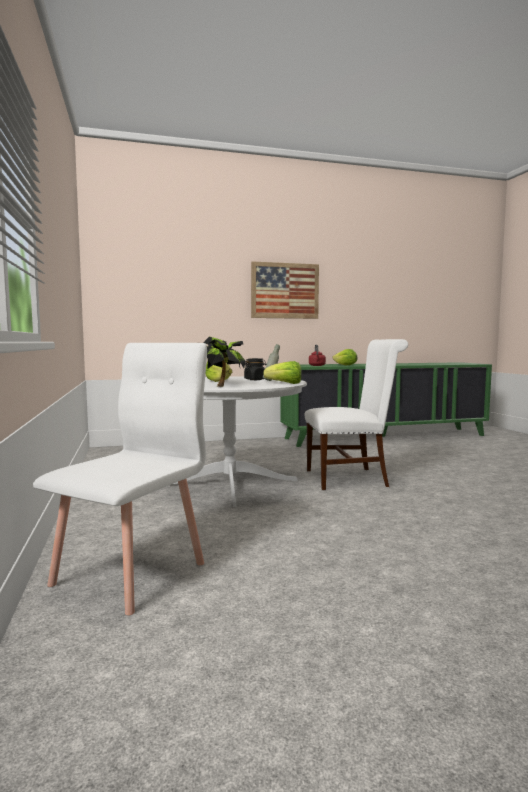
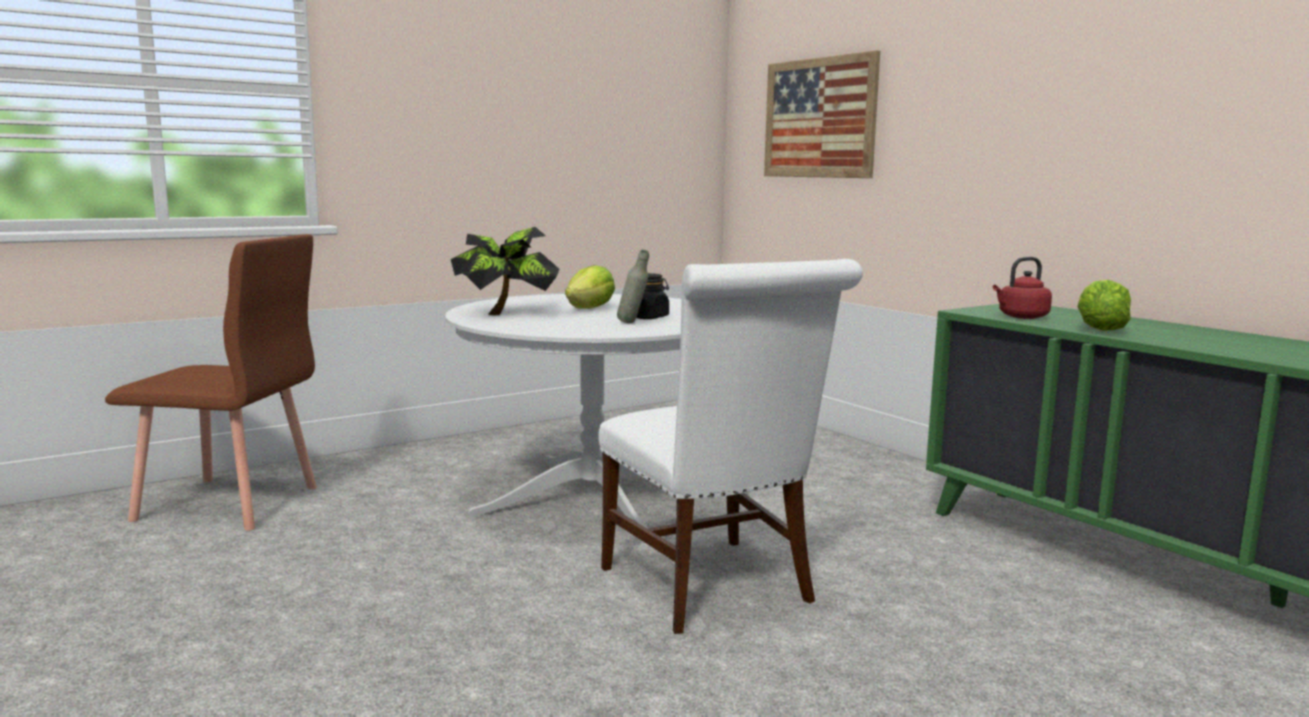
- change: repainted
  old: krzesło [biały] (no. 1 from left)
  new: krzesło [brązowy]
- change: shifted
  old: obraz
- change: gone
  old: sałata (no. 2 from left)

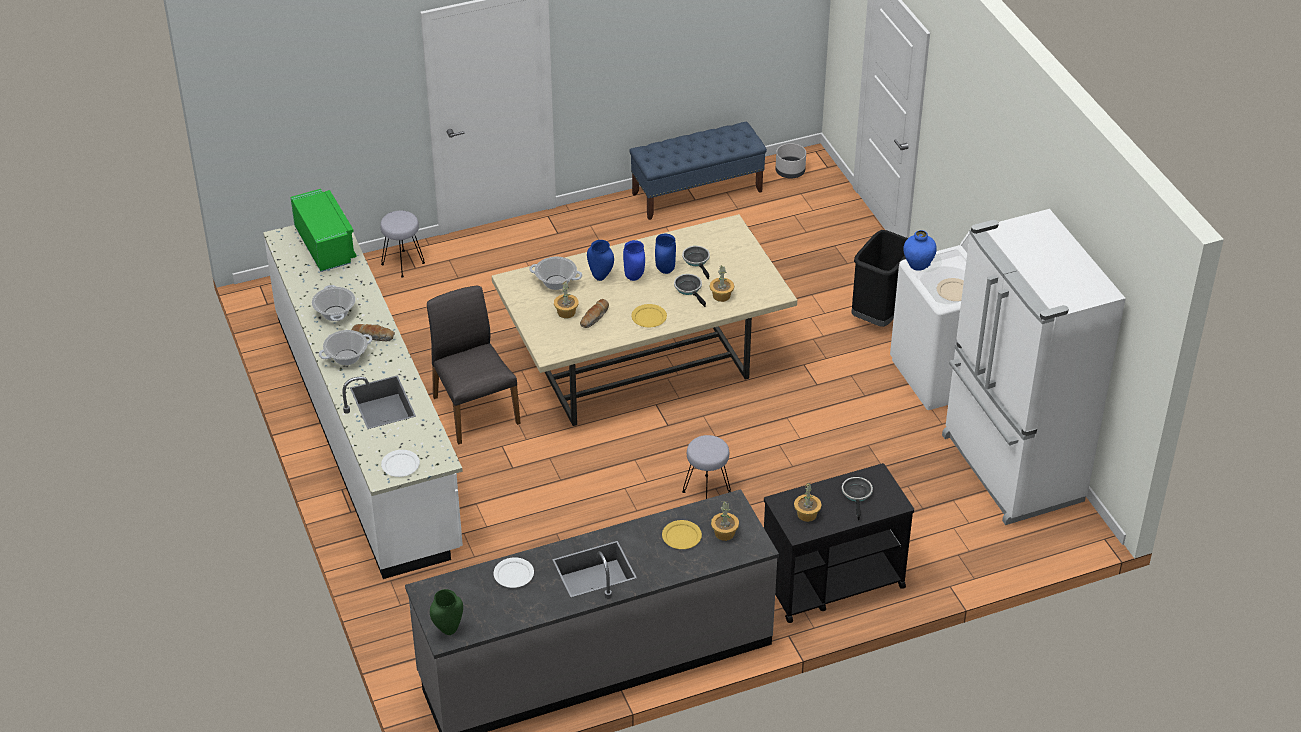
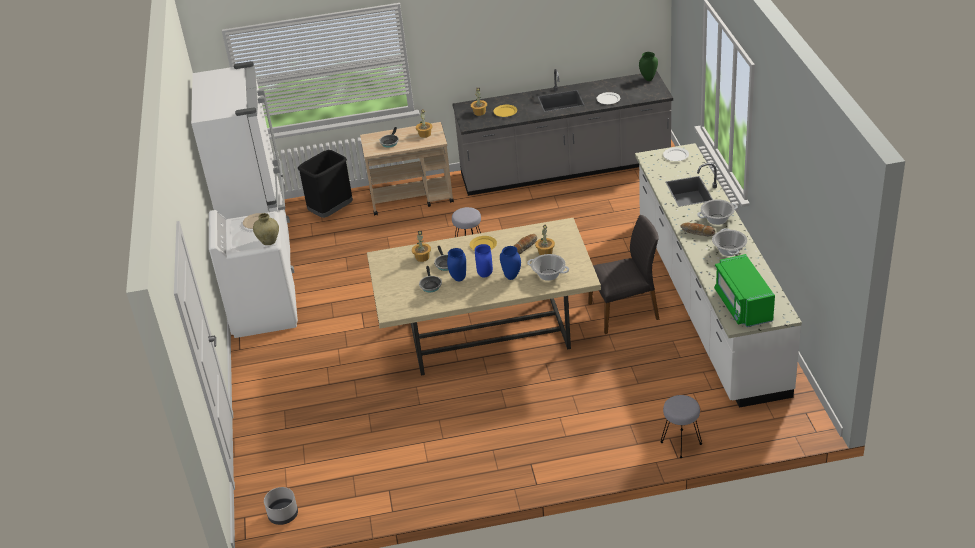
- change: rotated
  old: krzesło [szary]
  degrees: -90
- change: gone
  old: ławka [niebieski]
- change: repainted
  old: wózek [czarny]
  new: wózek [beżowy]
- change: shifted
  old: kosz na śmieci [czarny]
- change: repainted
  old: wazon [niebieski] (no. 4 from left)
  new: wazon [beżowy]

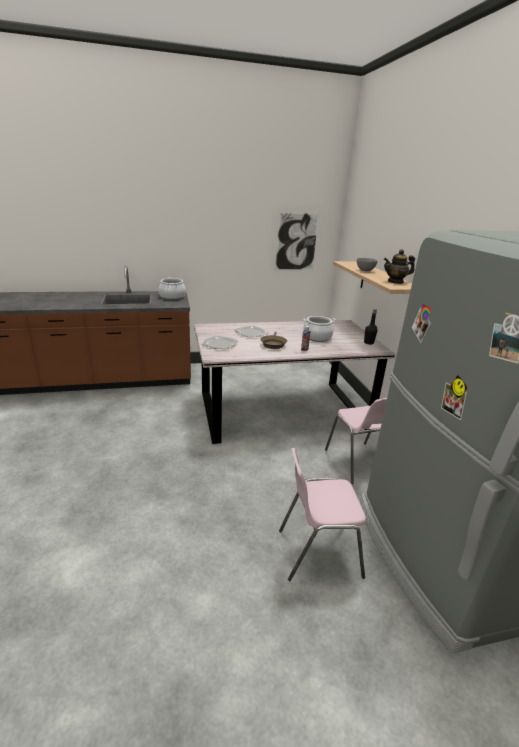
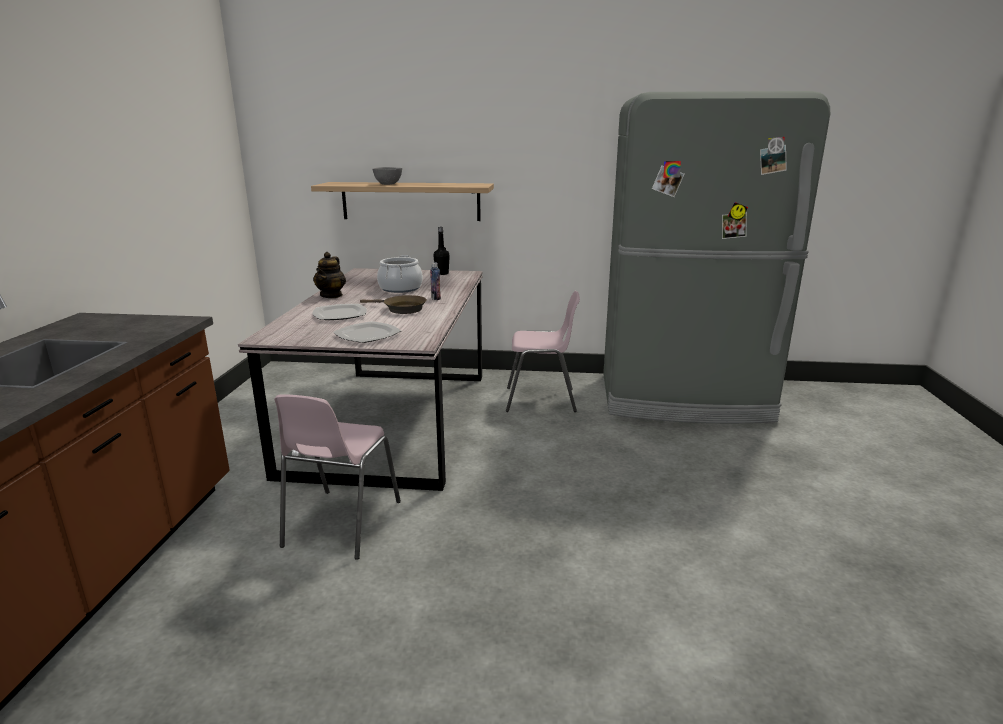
- change: gone
  old: garnek (no. 1 from left)
- change: gone
  old: obraz
- change: shifted
  old: krzesło [różowy] (no. 1 from left)
- change: shifted
  old: imbryk

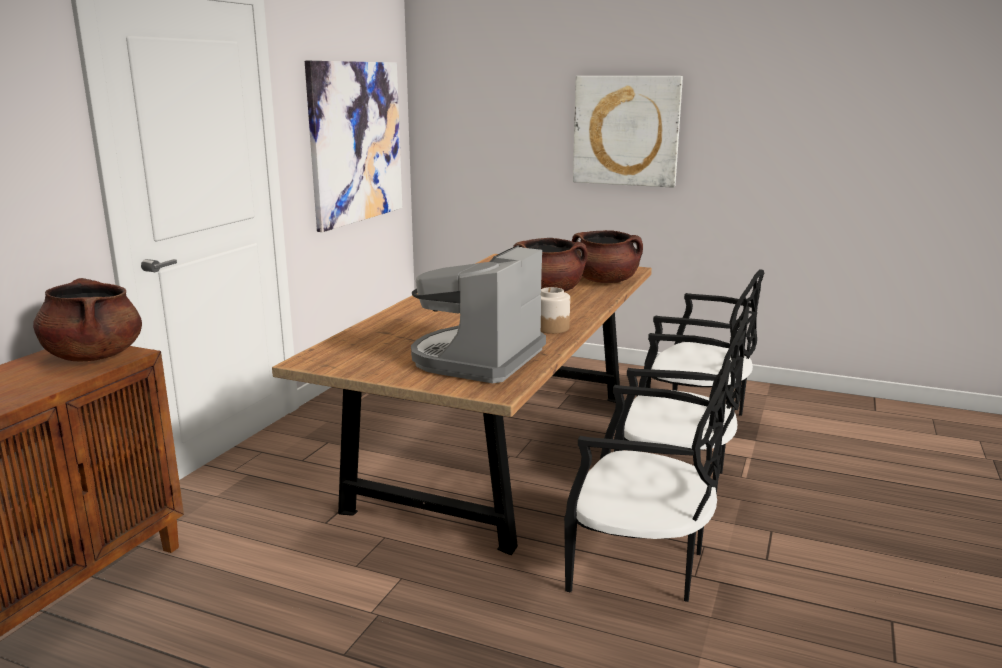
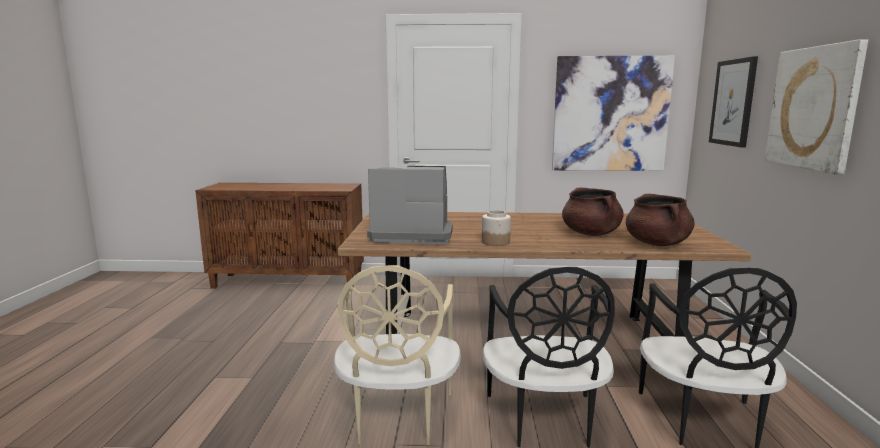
- change: gone
  old: garnek [brązowy] (no. 1 from left)
- change: repainted
  old: krzesło [czarny] (no. 1 from left)
  new: krzesło [beżowy]
- change: new
  new: obraz (no. 2 from left)

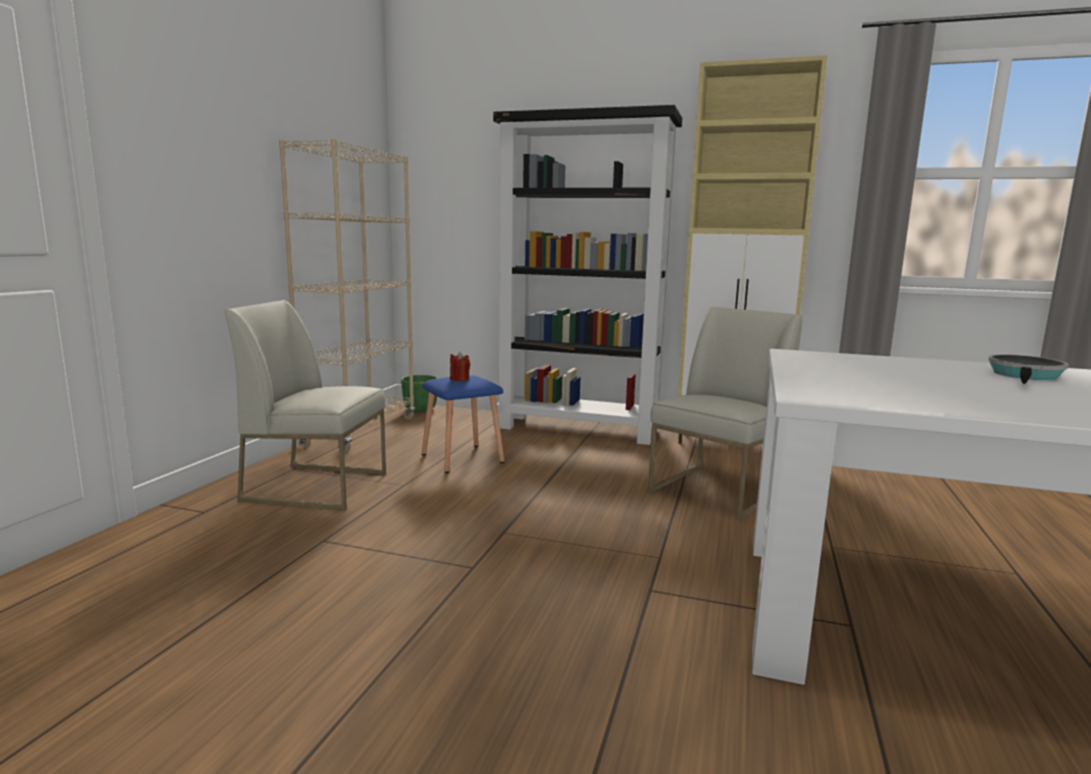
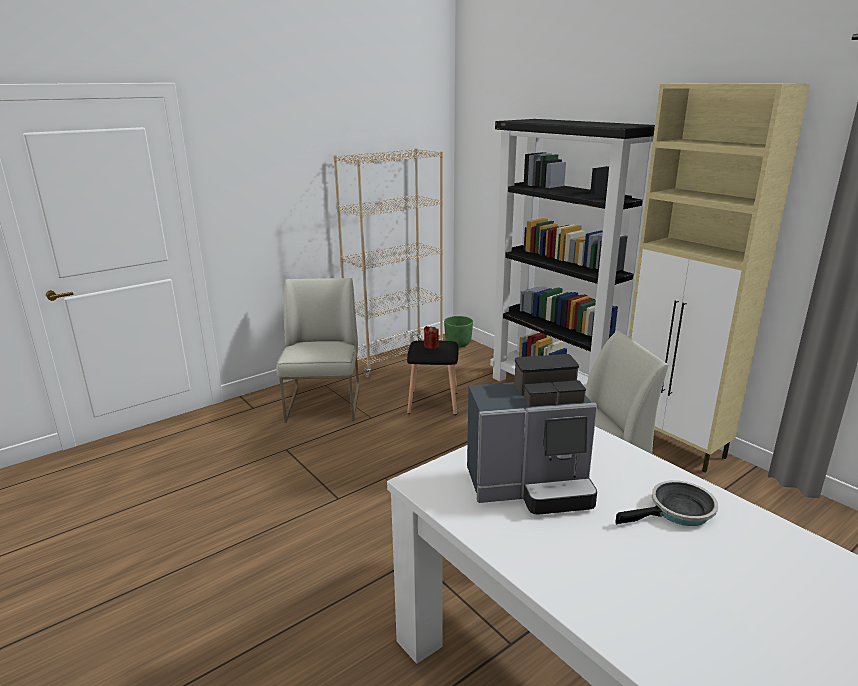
- change: rotated
  old: krzesło [biały] (no. 1 from left)
  degrees: 45
- change: repainted
  old: stołek [niebieski]
  new: stołek [czarny]
- change: new
  new: ekspres do kawy

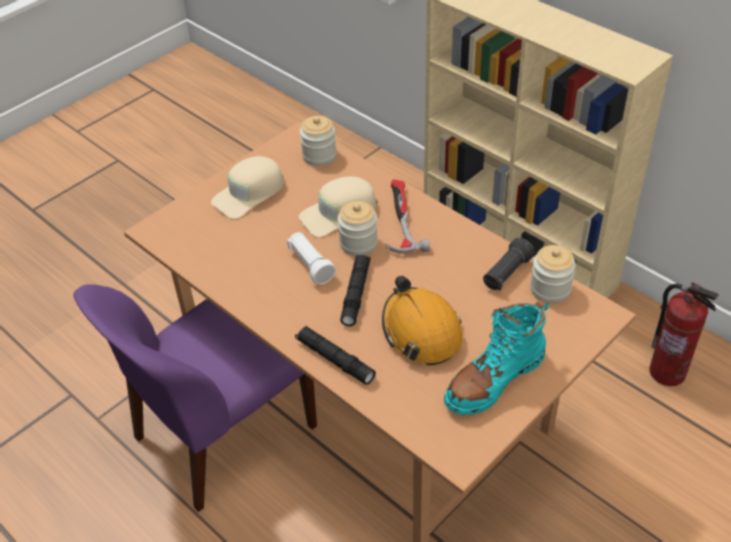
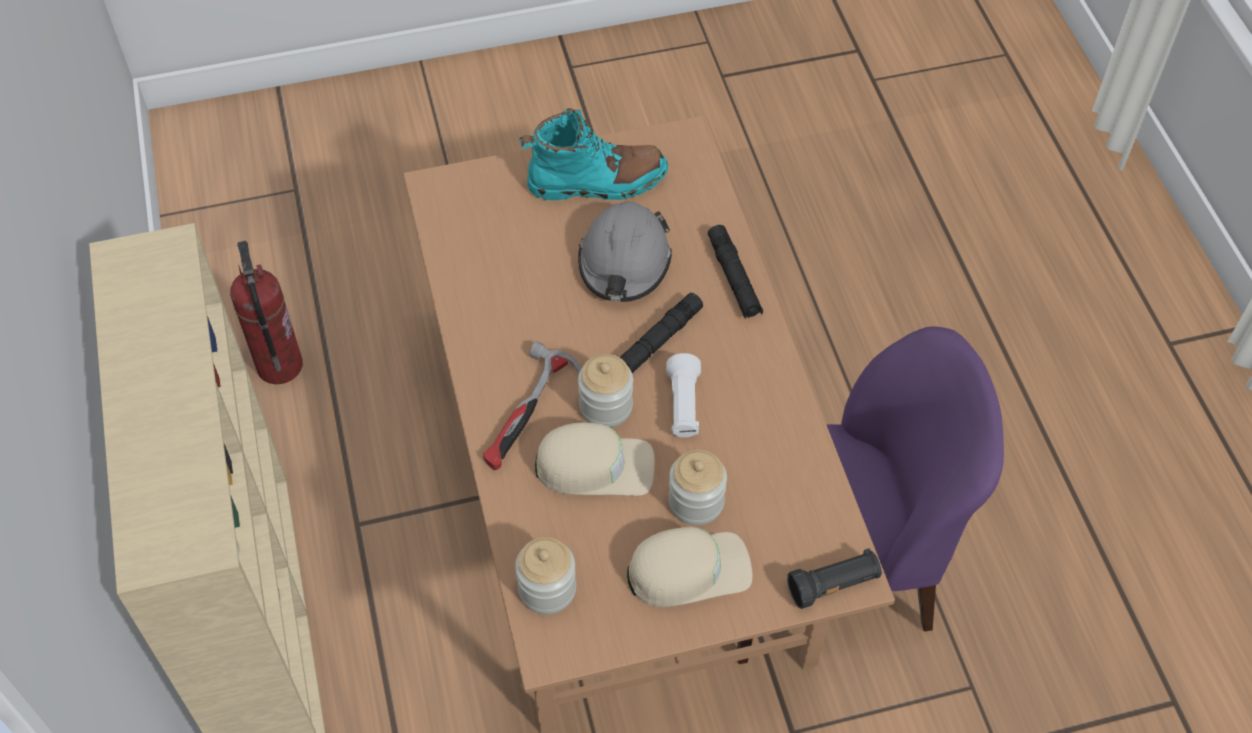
- change: repainted
  old: kask [pomarańczowy]
  new: kask [szary]
- change: shifted
  old: latarka [czarny] (no. 3 from left)
- change: shifted
  old: słoik (no. 3 from left)

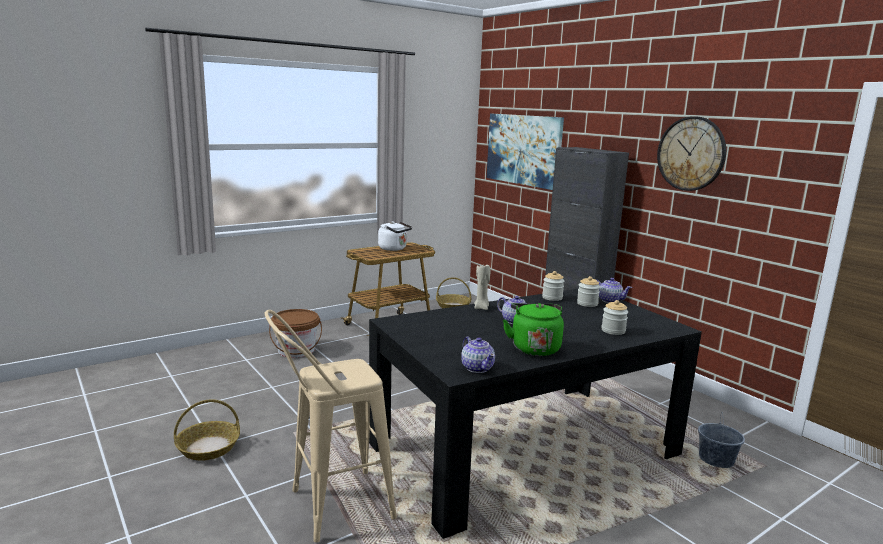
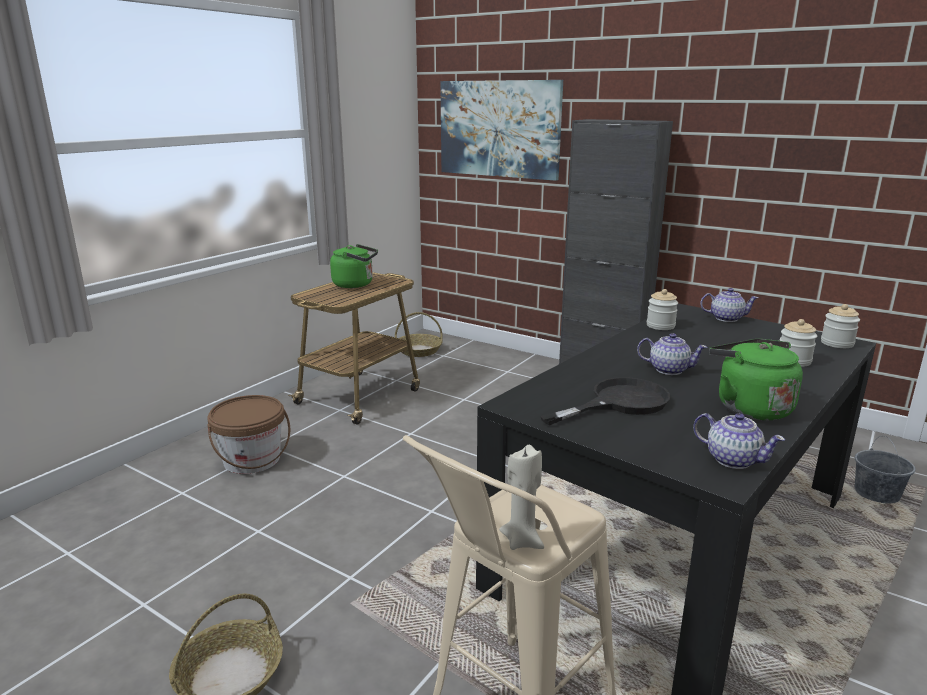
- change: repainted
  old: czajnik [biały]
  new: czajnik [zielony] (no. 1 from left)
- change: shifted
  old: świeca [beżowy]
- change: shifted
  old: słoik (no. 2 from left in the first image)
  new: słoik (no. 3 from left)
- change: gone
  old: zegar ścienny
- change: new
  new: patelnia [czarny]

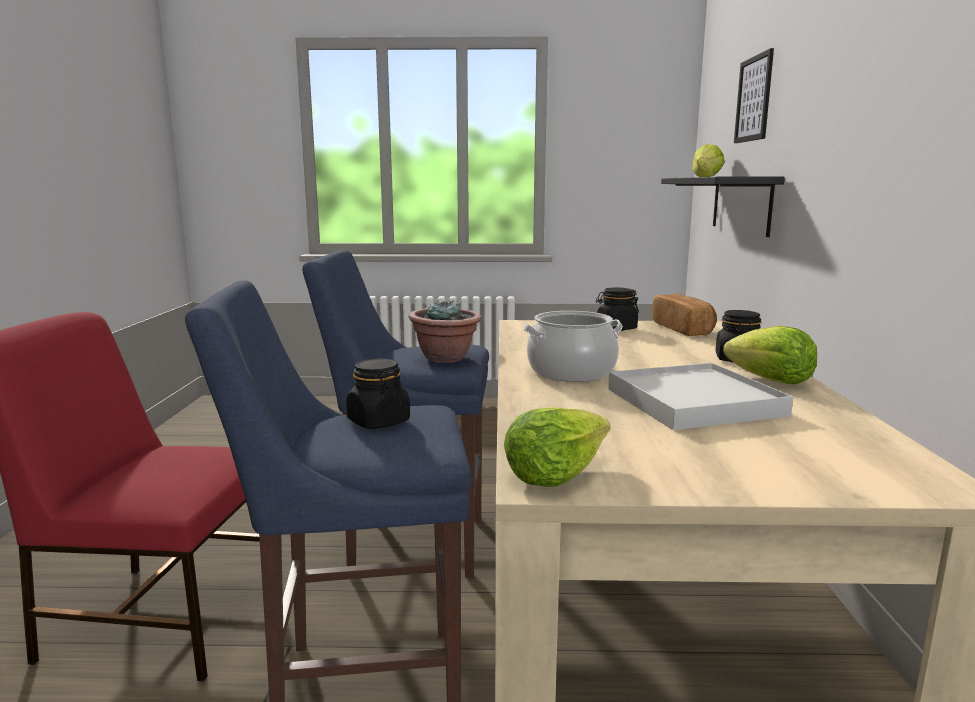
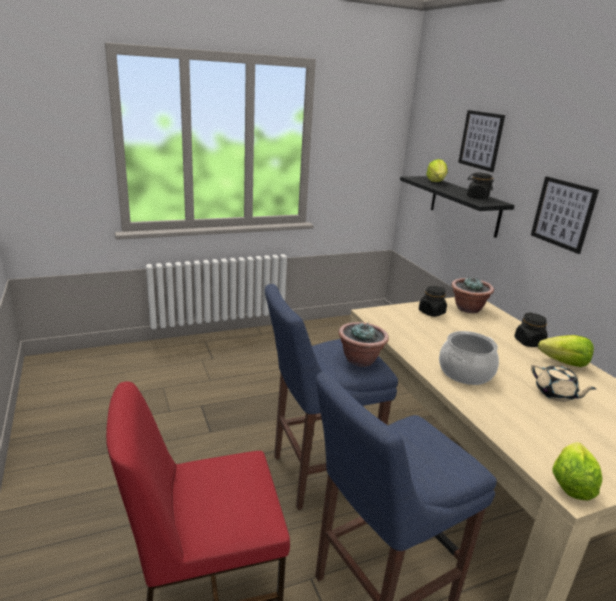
- change: shifted
  old: słoik [czarny] (no. 1 from left in the first image)
  new: słoik [czarny] (no. 2 from left)
- change: swapped
  old: taca [biały]
  new: imbryk [beżowy]
- change: swapped
  old: chleb
  new: roślina doniczkowa (no. 2 from left)
- change: new
  new: obraz (no. 2 from left)

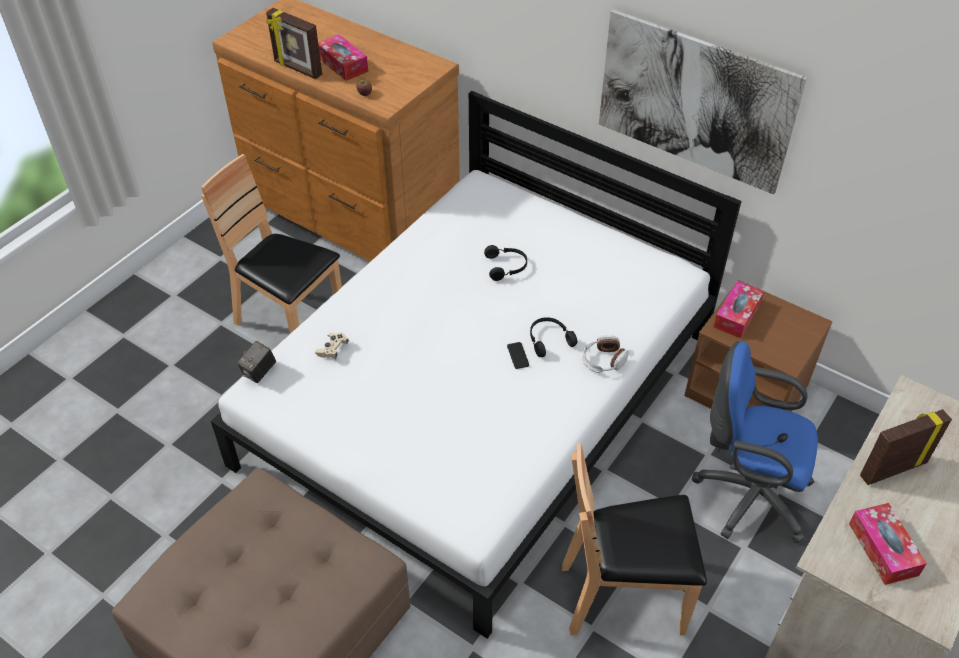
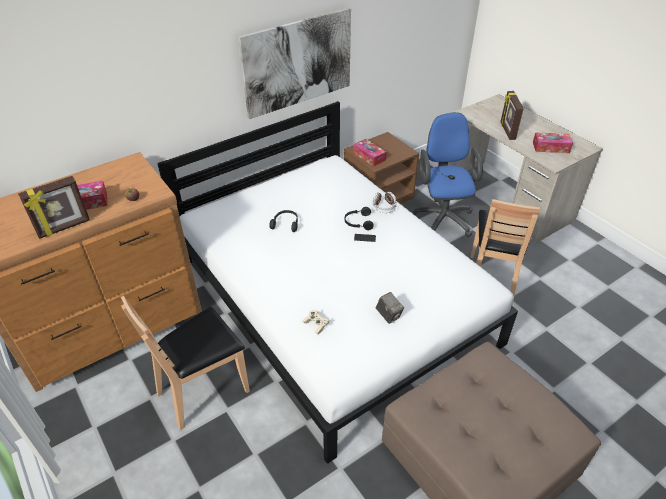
- change: shifted
  old: aparat fotograficzny
- change: rotated
  old: krzesło biurowe [niebieski]
  degrees: 135

